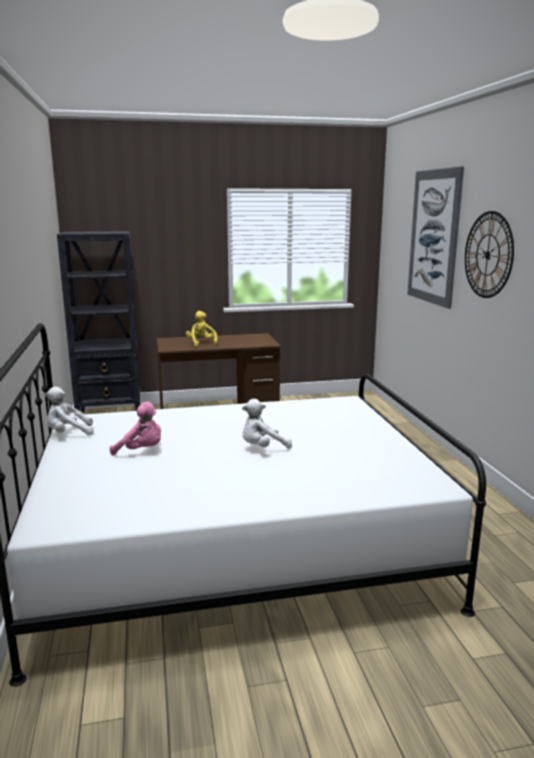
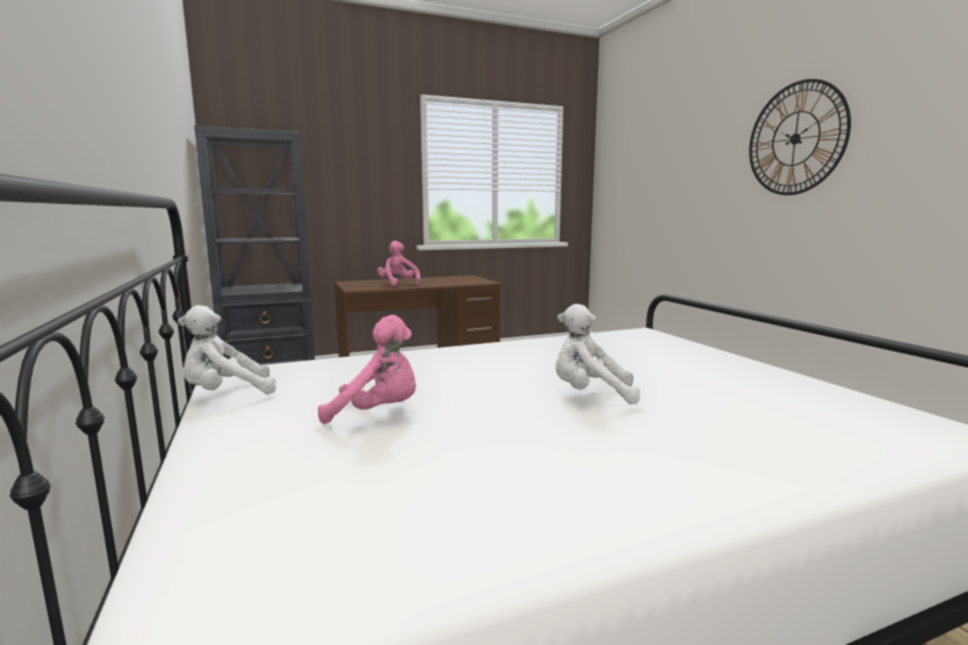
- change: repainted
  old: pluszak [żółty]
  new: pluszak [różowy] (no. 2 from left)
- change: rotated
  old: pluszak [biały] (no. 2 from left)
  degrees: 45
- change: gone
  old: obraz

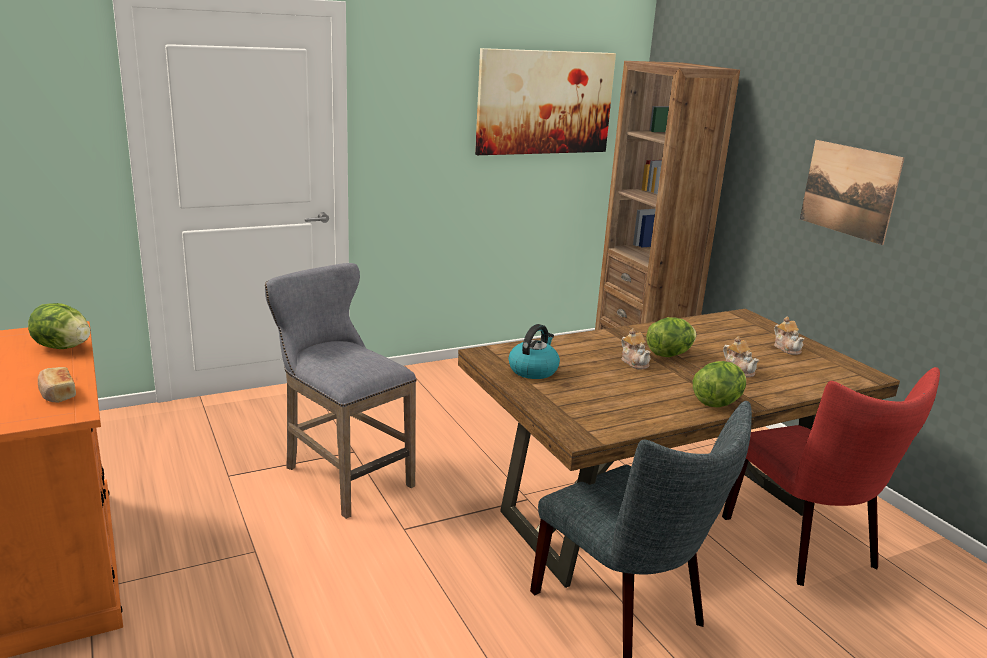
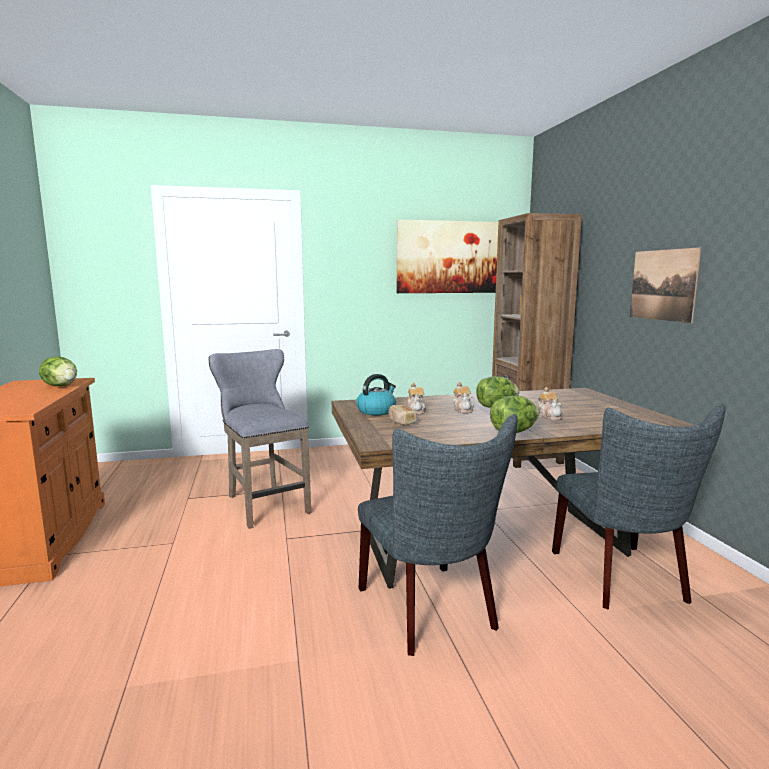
- change: shifted
  old: chleb
- change: repainted
  old: krzesło [czerwony]
  new: krzesło [szary] (no. 2 from left)
- change: shifted
  old: imbryk (no. 3 from left in the first image)
  new: imbryk (no. 1 from left)

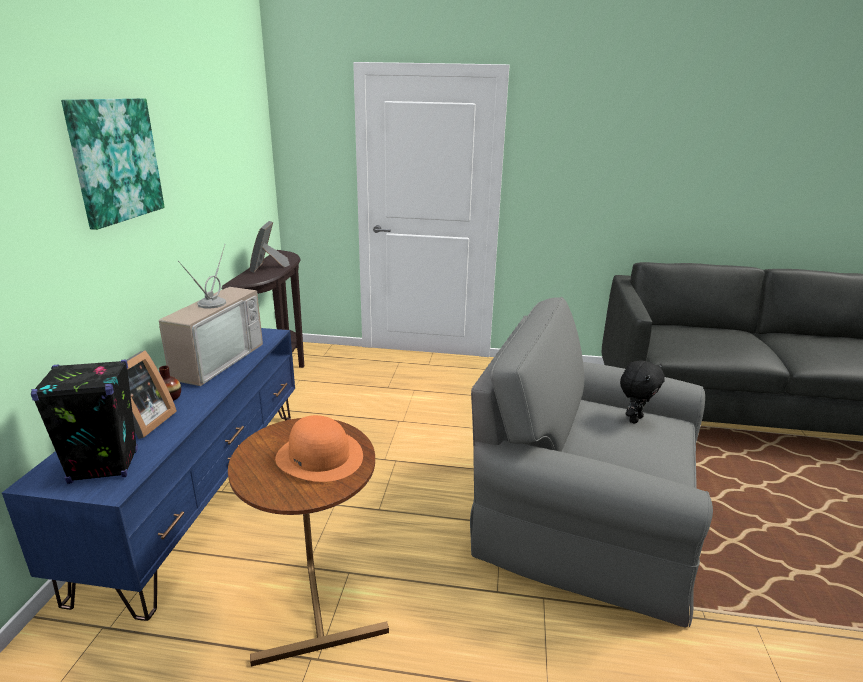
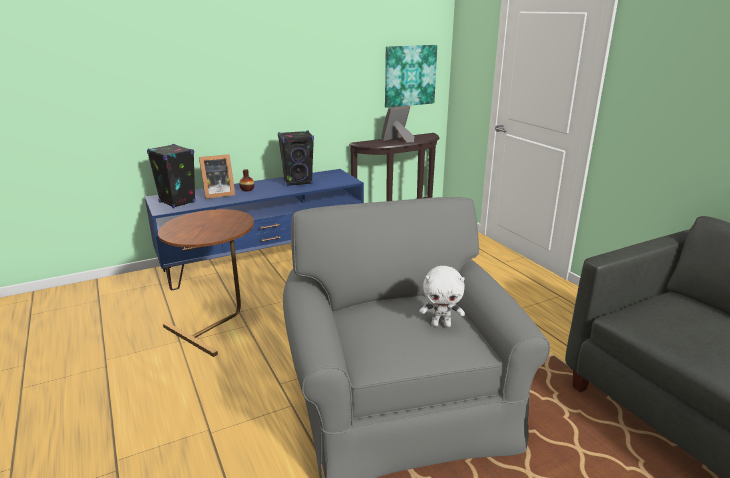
- change: shifted
  old: obraz
- change: swapped
  old: telewizor
  new: głośnik [czarny] (no. 2 from left)
- change: gone
  old: kapelusz [pomarańczowy]
- change: repainted
  old: pluszak [czarny]
  new: pluszak [biały]

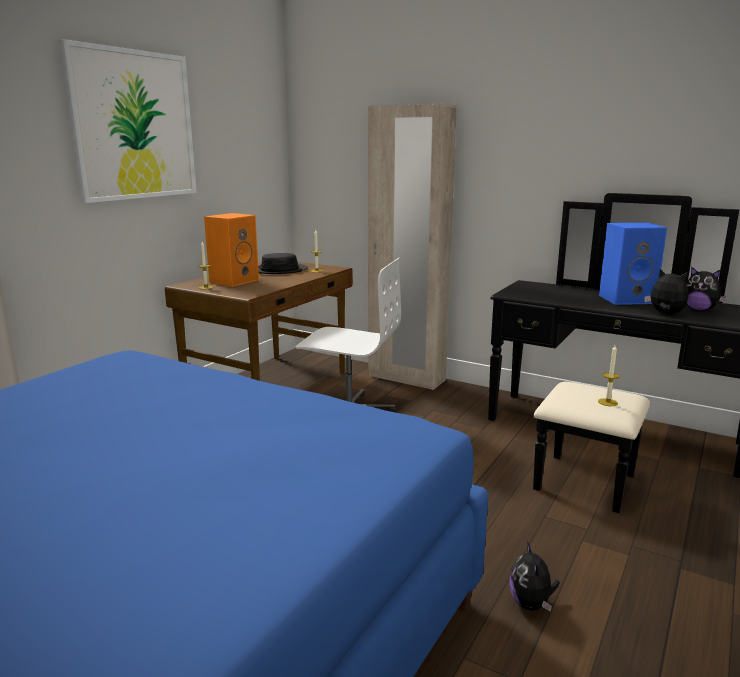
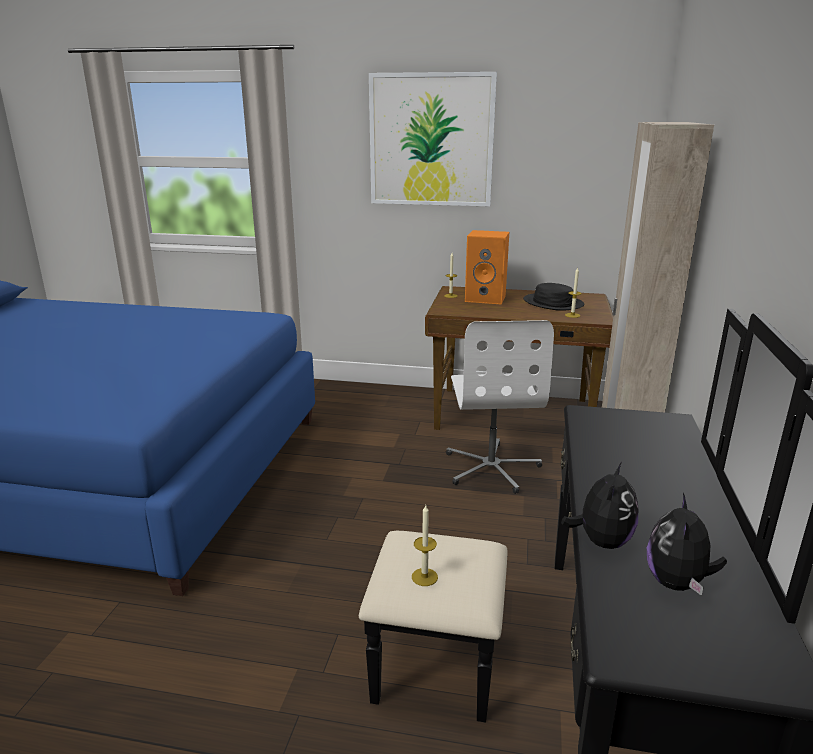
- change: gone
  old: pluszak (no. 1 from left)
- change: gone
  old: głośnik [niebieski]

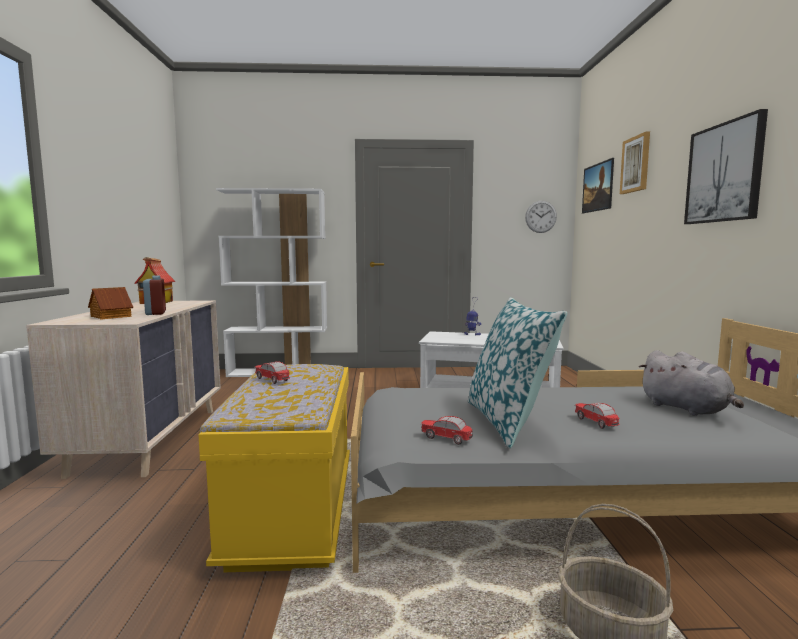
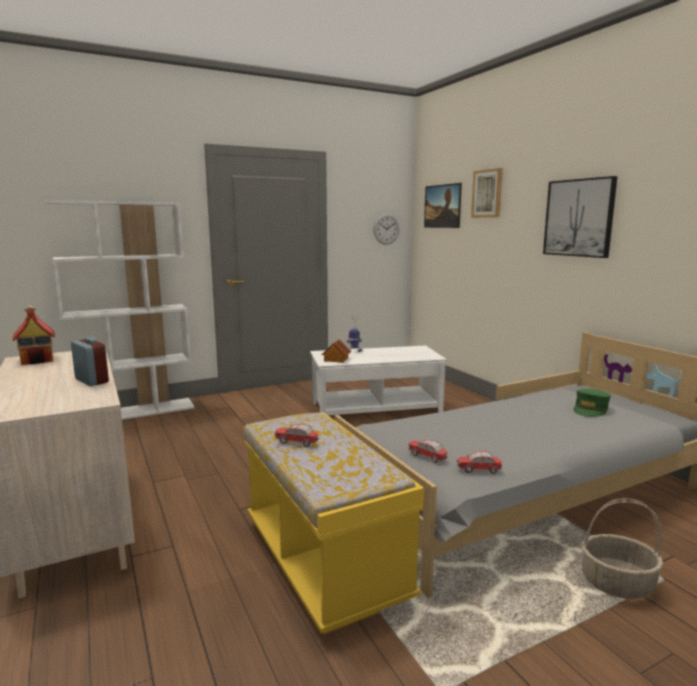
- change: shifted
  old: domek (no. 1 from left in the first image)
  new: domek (no. 2 from left)
- change: gone
  old: poduszka
- change: shifted
  old: samochodzik (no. 3 from left in the first image)
  new: samochodzik (no. 2 from left)
- change: swapped
  old: pluszak [szary]
  new: czapka z daszkiem [zielony]

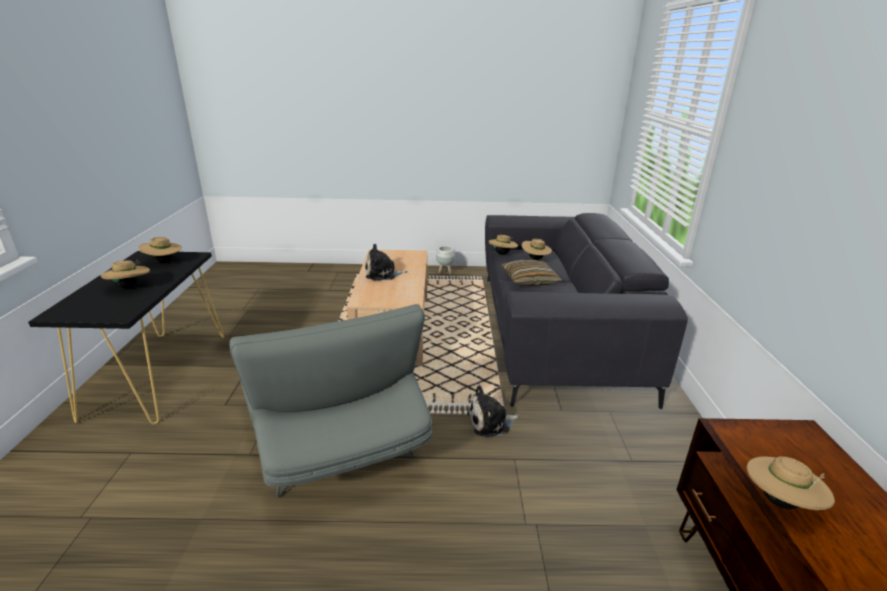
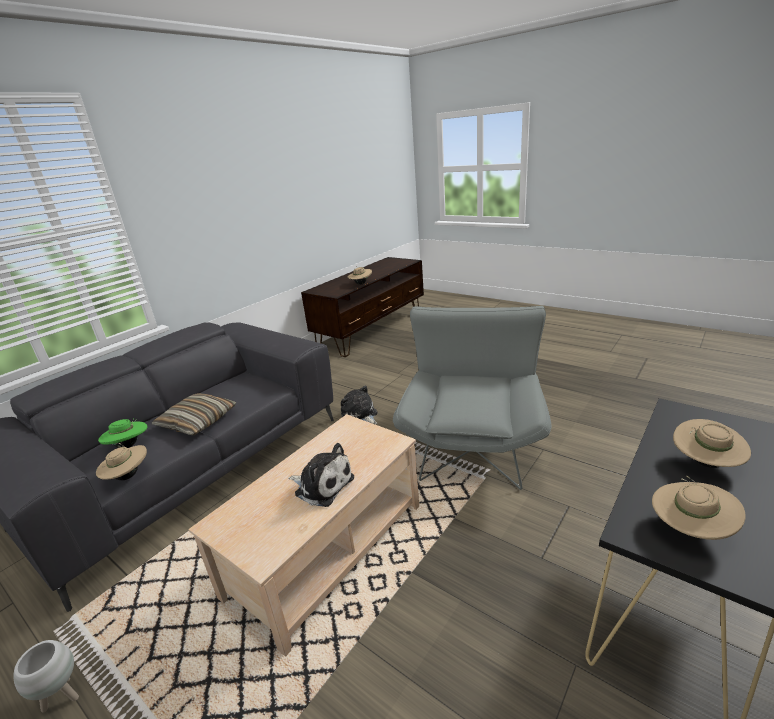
- change: rotated
  old: pluszak (no. 2 from left)
  degrees: -150
- change: repainted
  old: kapelusz [beżowy] (no. 4 from left)
  new: kapelusz [zielony]

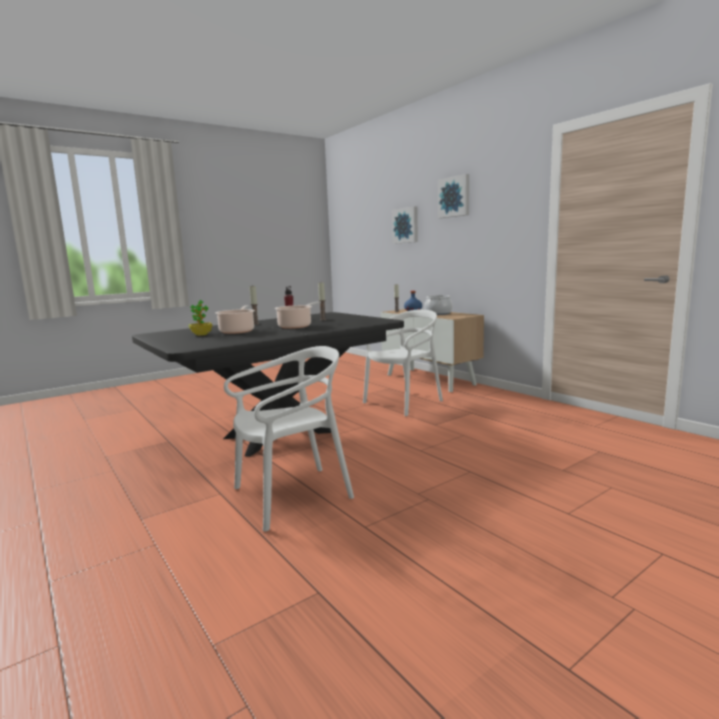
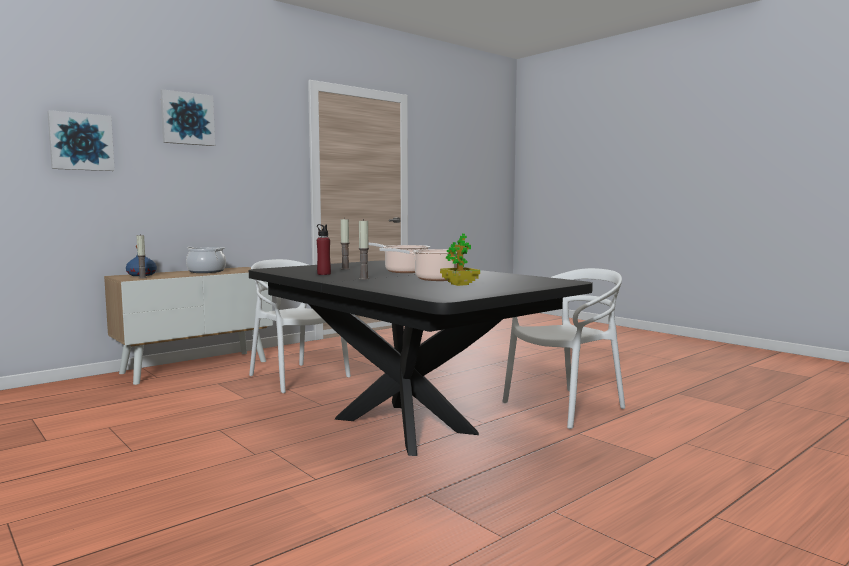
- change: rotated
  old: krzesło [biały] (no. 1 from left in the first image)
  degrees: 90

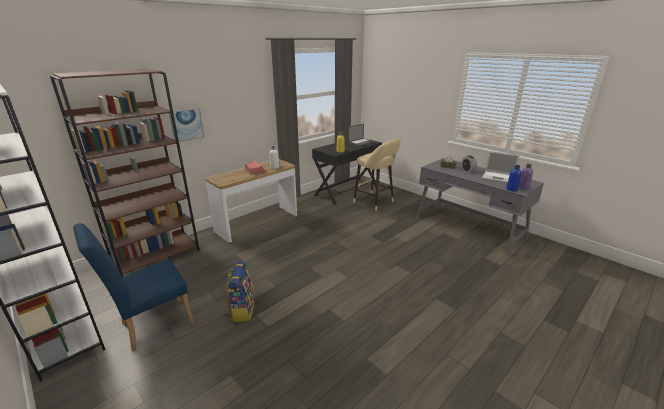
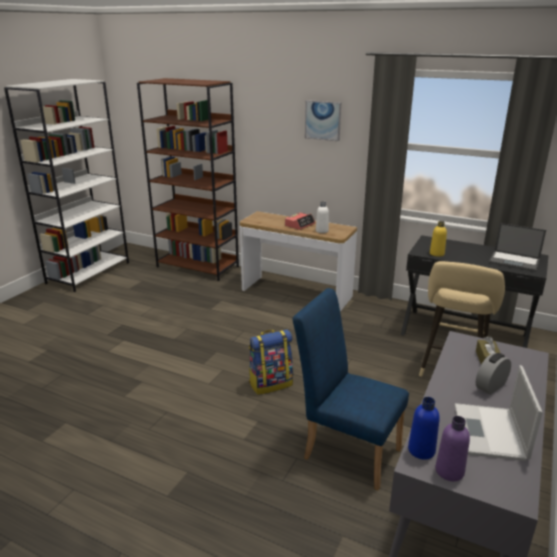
- change: shifted
  old: krzesło [niebieski]
- change: shifted
  old: obraz
- change: shifted
  old: plecak

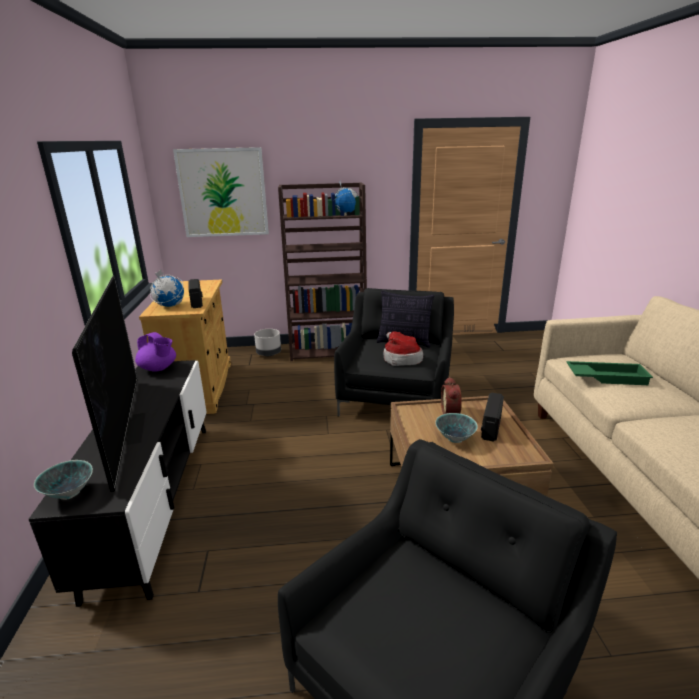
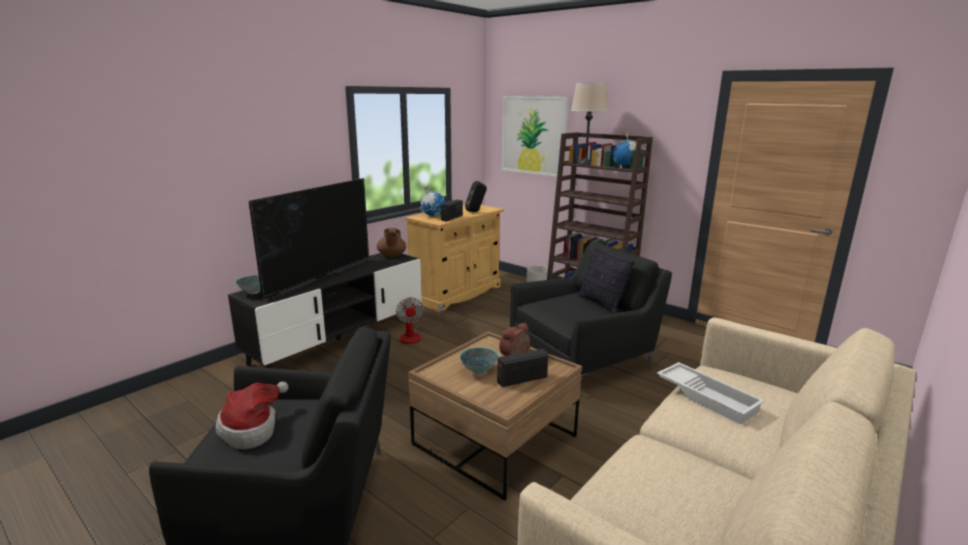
- change: repainted
  old: imbryk [fioletowy]
  new: imbryk [brązowy]
- change: shifted
  old: kapelusz
- change: repainted
  old: taca [zielony]
  new: taca [biały]
- change: new
  new: wentylator
- change: new
  new: głośnik [czarny]
- change: new
  new: lampa stołowa [beżowy]

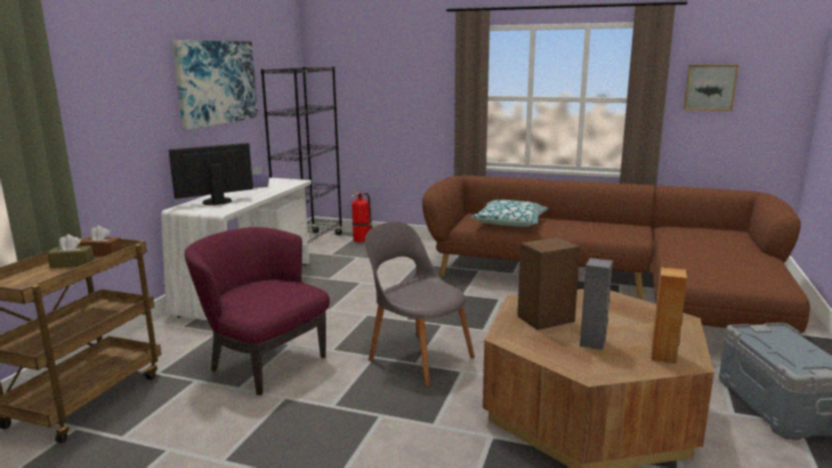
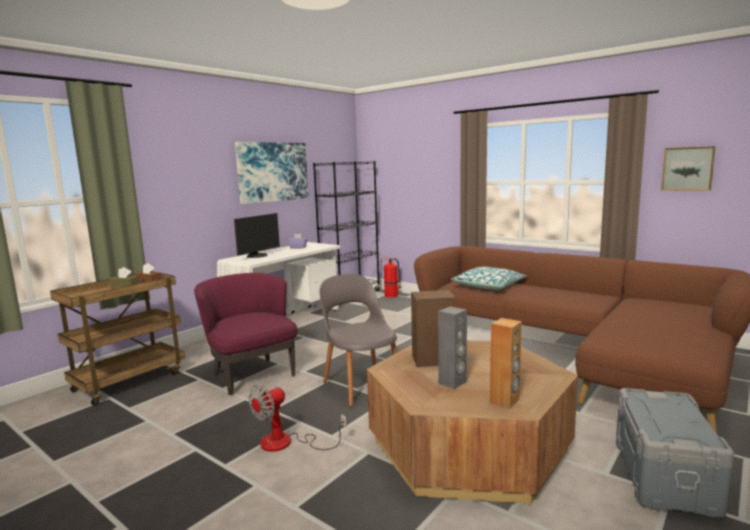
- change: rotated
  old: monitor
  degrees: 135
- change: new
  new: wentylator

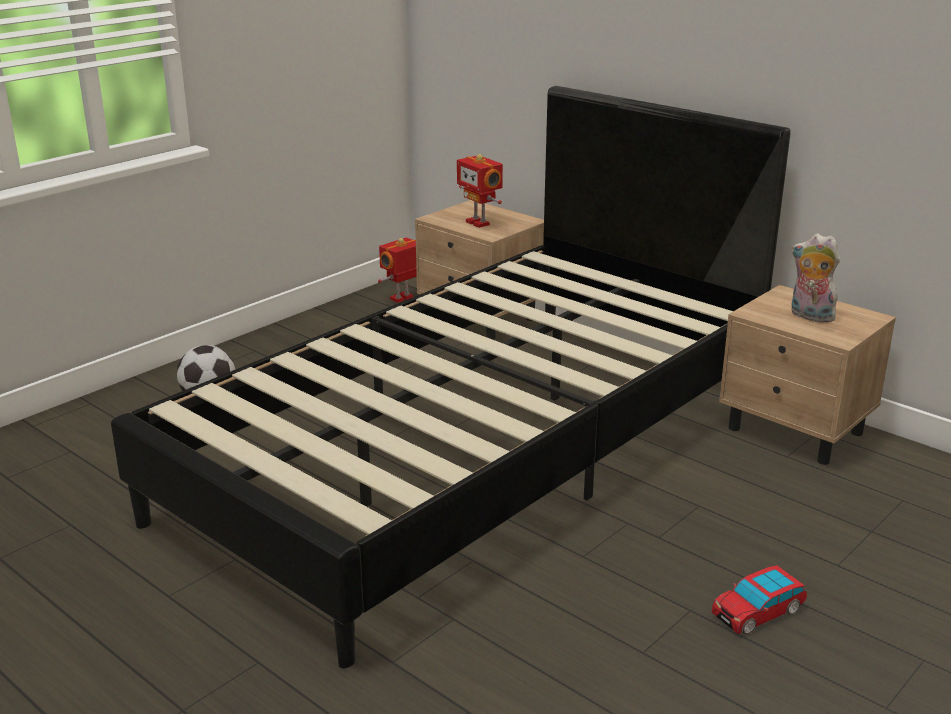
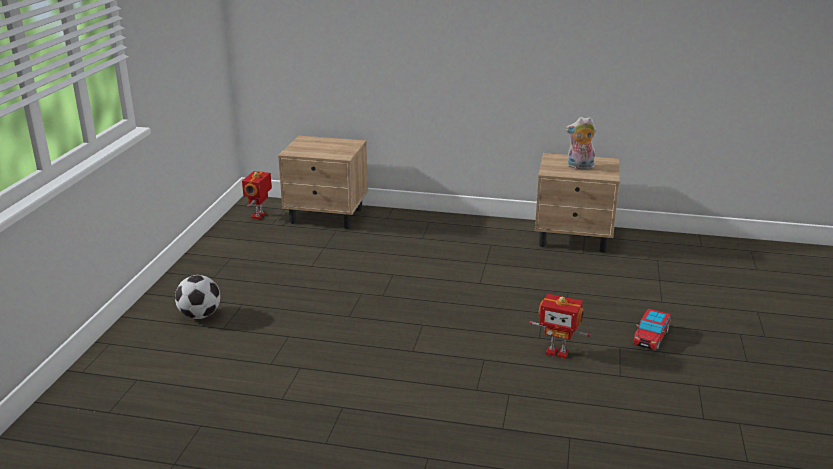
- change: gone
  old: łóżko [czarny]
- change: shifted
  old: robot zabawkowy (no. 2 from left)

